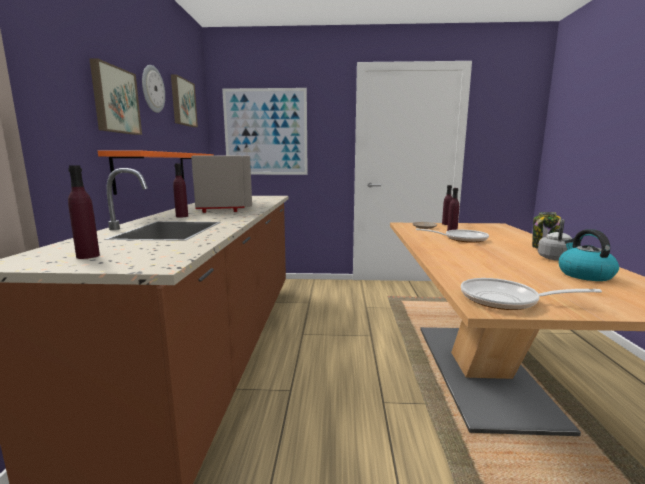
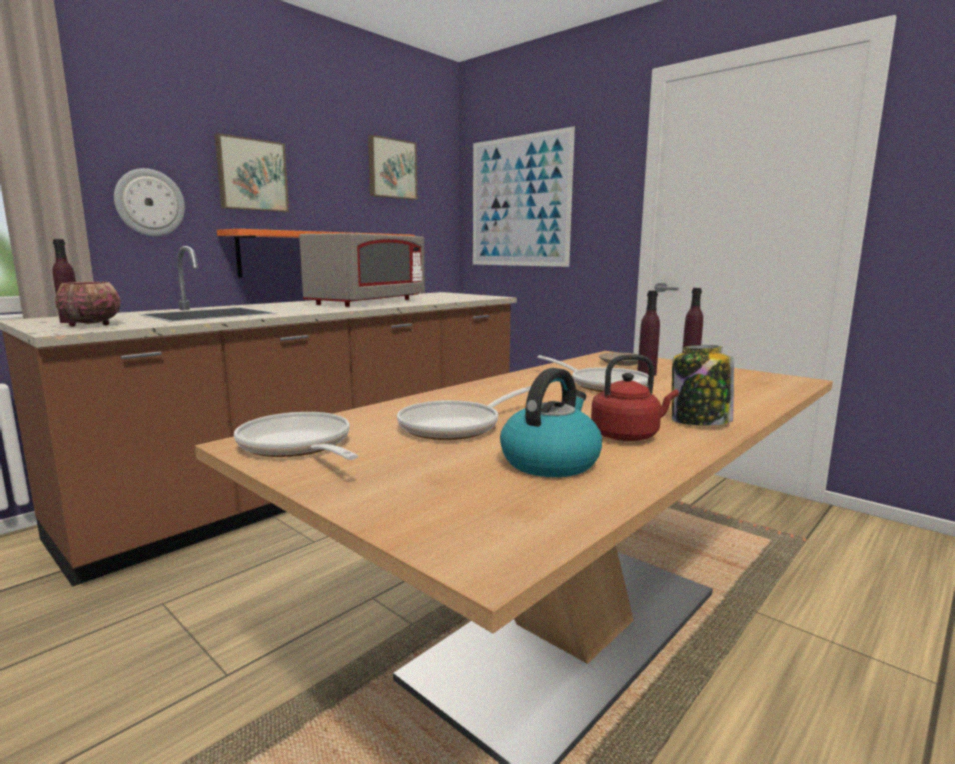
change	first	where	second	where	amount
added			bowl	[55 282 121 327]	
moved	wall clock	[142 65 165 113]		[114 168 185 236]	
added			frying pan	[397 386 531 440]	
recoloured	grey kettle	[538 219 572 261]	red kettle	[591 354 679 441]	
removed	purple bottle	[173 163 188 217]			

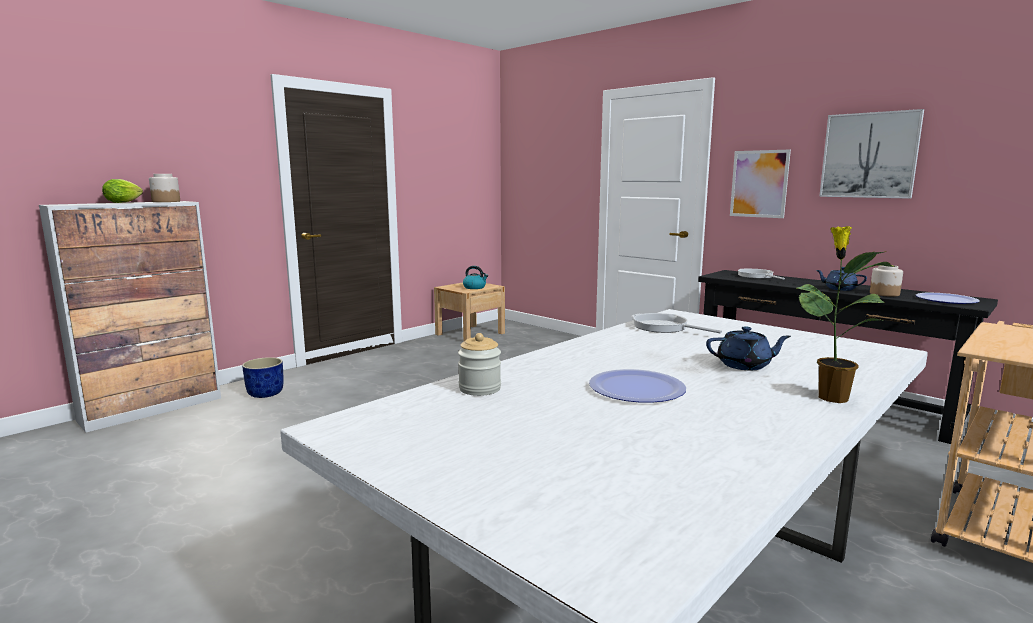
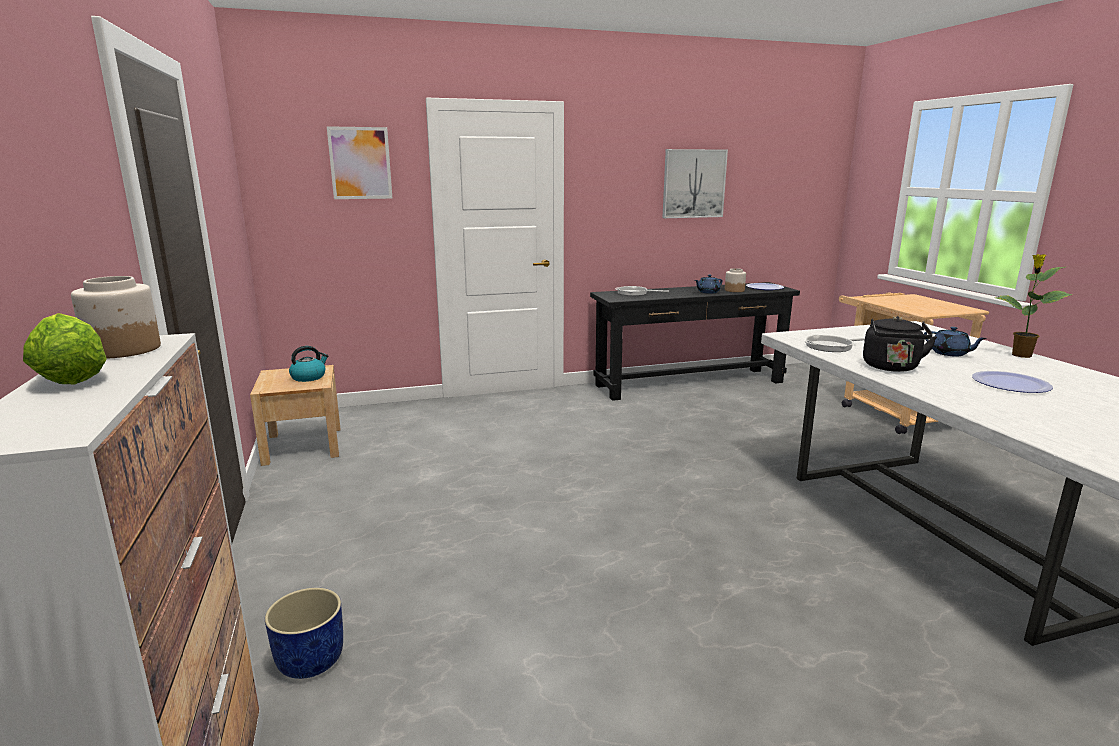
change	first	where	second	where	amount
moved	picture	[730 150 791 218]		[327 126 393 199]	
added			black kettle	[863 316 937 372]	
turned	blue teapot	[706 326 791 370]		[924 327 987 357]	105 degrees clockwise
removed	jar	[458 333 501 396]			

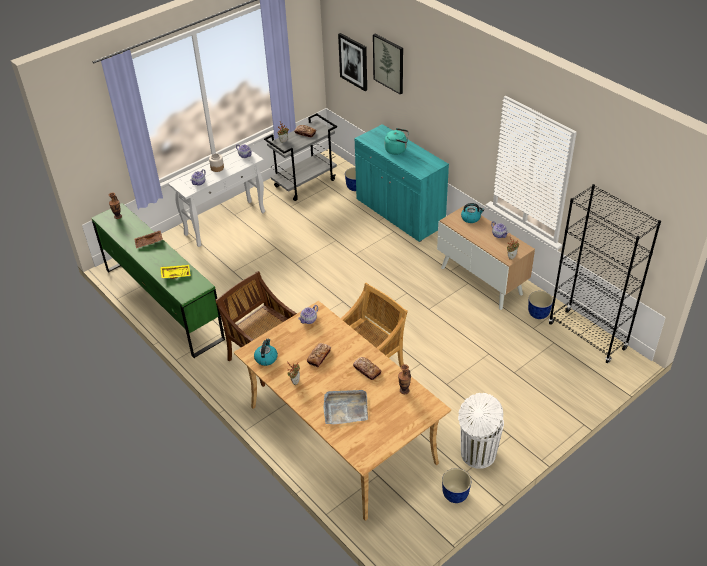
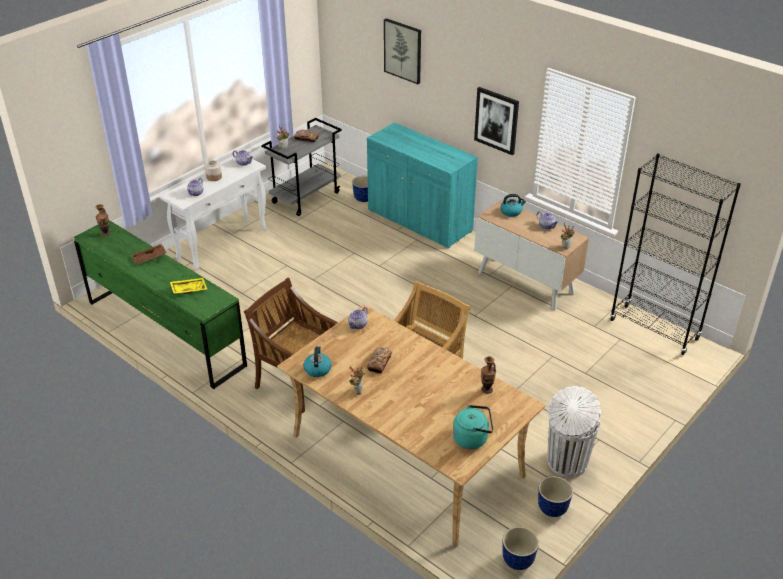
change	first	where	second	where	amount
moved	turquoise kettle	[385 128 409 155]		[453 405 493 449]	
moved	picture	[338 33 367 91]		[474 87 519 155]	
moved	planter	[528 291 553 319]		[503 527 539 570]	
removed	grey tray	[323 390 368 424]			
removed	bread	[353 357 381 380]			

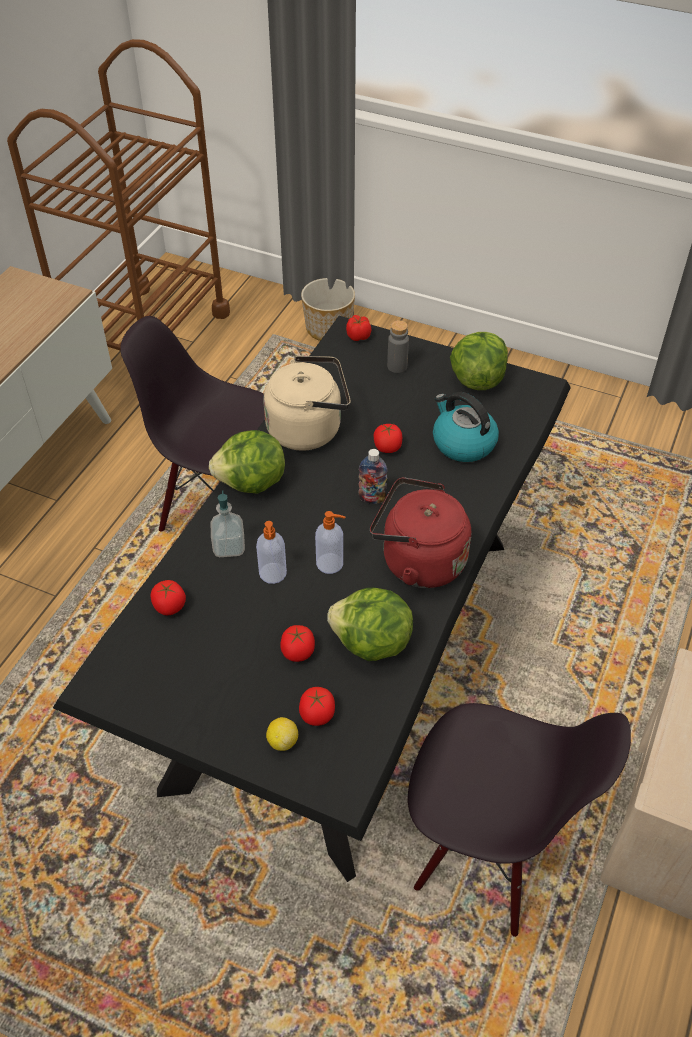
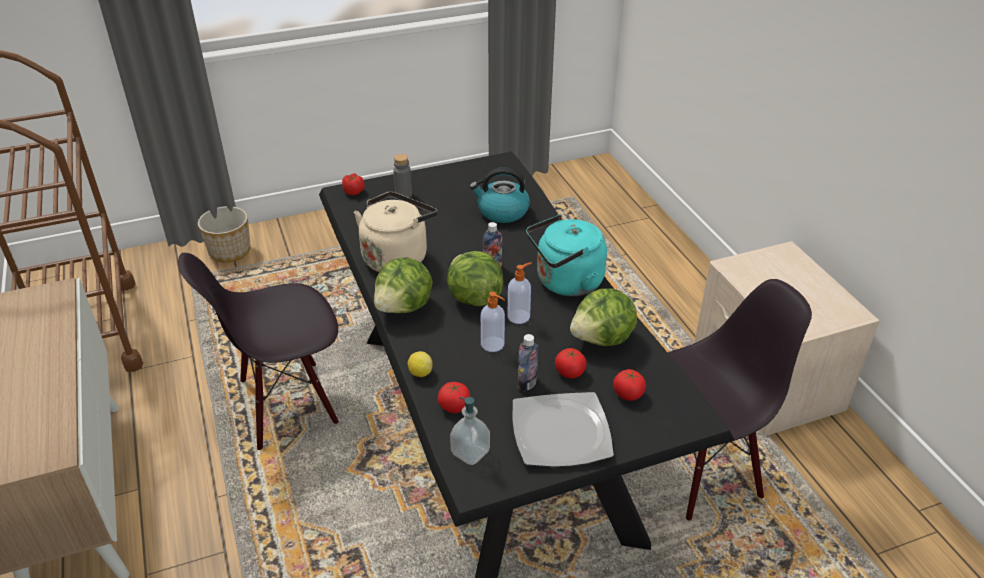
change	first	where	second	where	amount
moved	lemon	[266 717 298 751]		[408 351 433 377]	
moved	lettuce	[450 332 508 390]		[447 251 504 307]	
moved	soap dispenser	[211 490 245 557]		[450 397 490 465]	
added			plate	[513 392 614 467]	
added			bottle	[518 334 538 392]	
recoloured	red kettle	[370 477 471 588]	turquoise kettle	[526 215 607 296]	
removed	tomato	[374 424 402 453]			

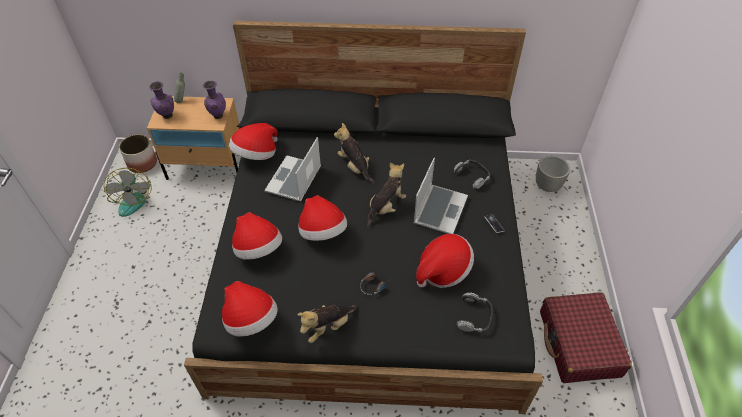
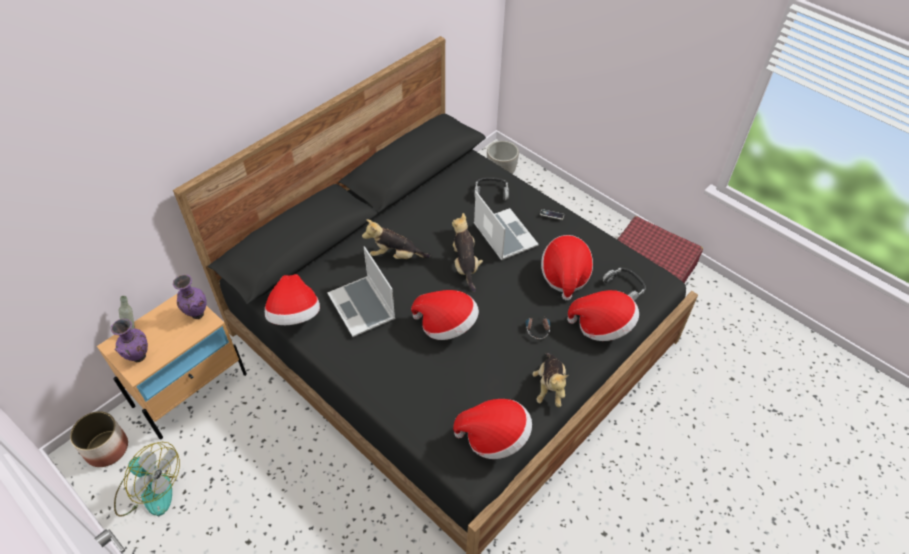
change	first	where	second	where	amount
moved	hat	[232 212 282 260]		[567 290 639 341]	

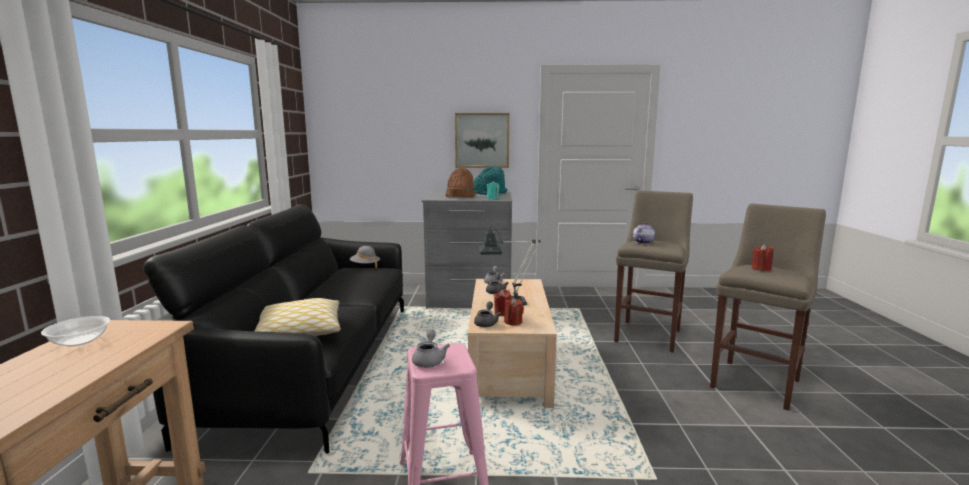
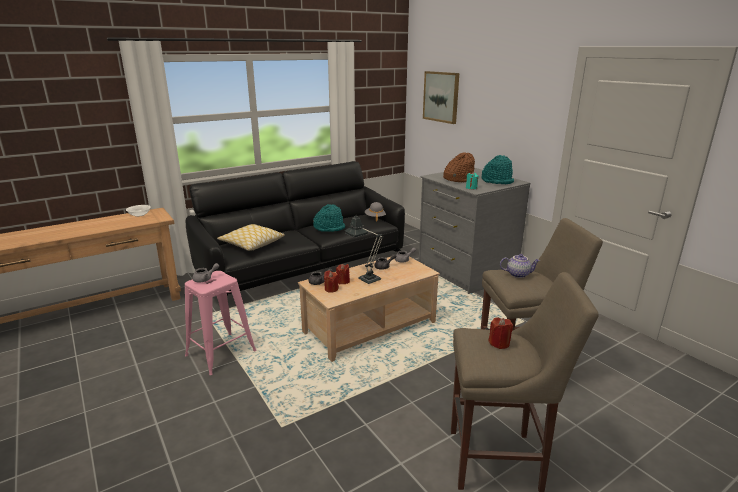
change	first	where	second	where	amount
added			turquoise hat	[313 204 345 232]	
moved	picture	[455 113 509 168]		[423 71 459 124]	

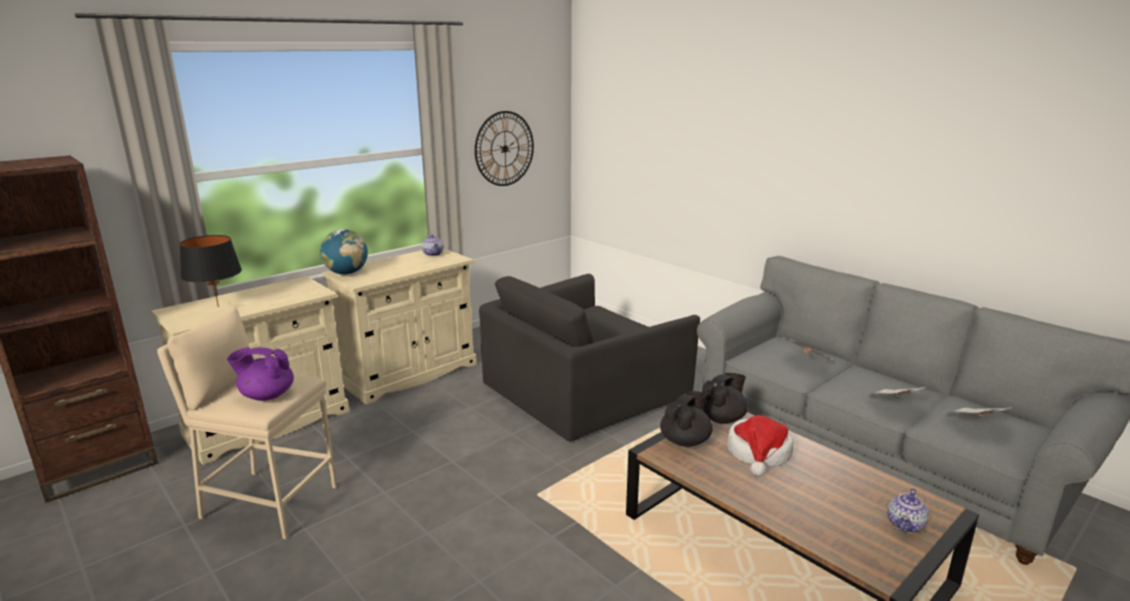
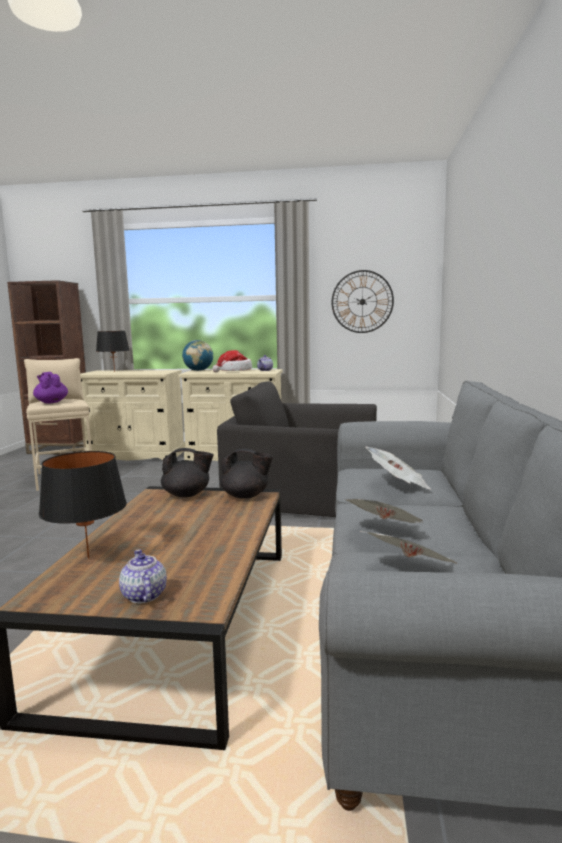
change	first	where	second	where	amount
added			black table lamp	[39 451 127 559]	
turned	teapot	[887 488 929 533]		[119 549 167 603]	75 degrees clockwise
moved	hat	[727 415 793 477]		[212 350 252 372]	

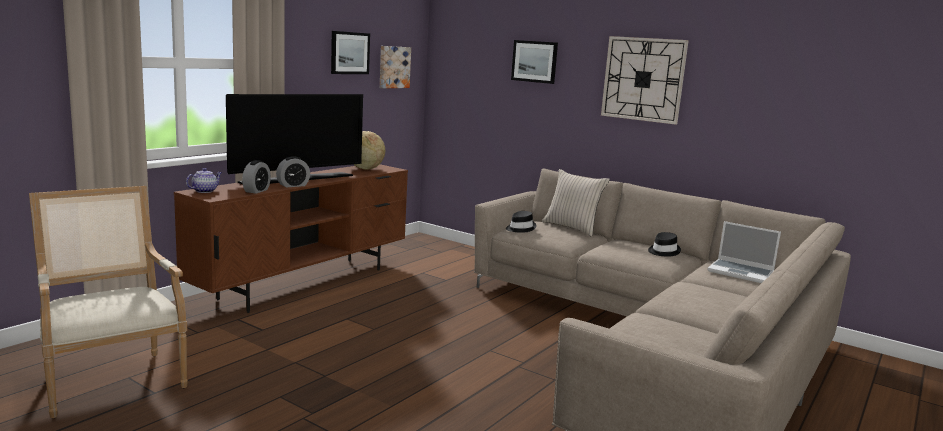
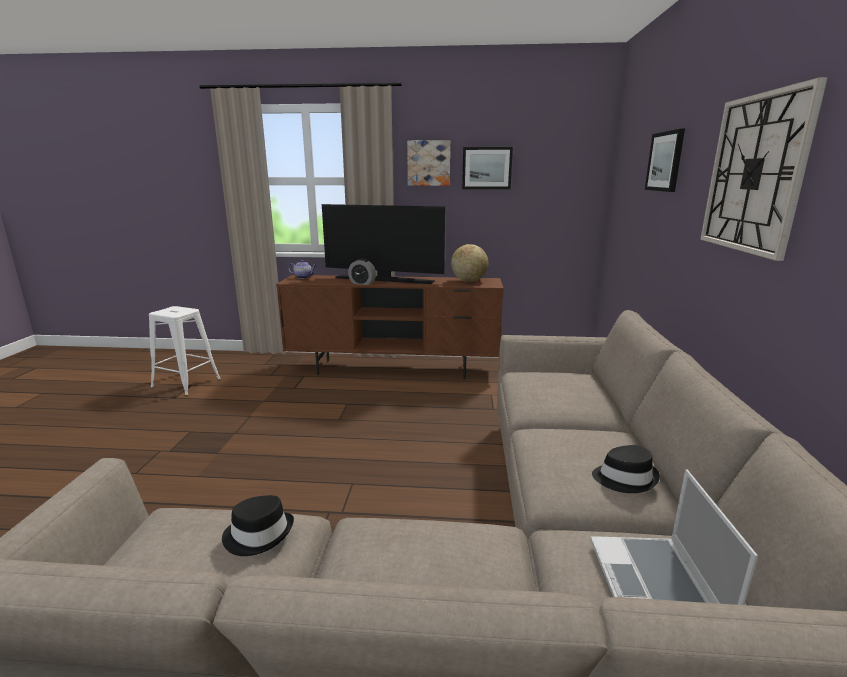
change	first	where	second	where	amount
replaced	armchair	[29 186 188 419]	white stool	[149 306 221 395]	
moved	black hat	[506 211 536 233]		[222 495 294 556]	
moved	picture	[380 46 411 88]		[407 140 450 186]	
removed	alarm clock	[242 160 271 194]			
removed	beige pillow	[542 169 610 236]			

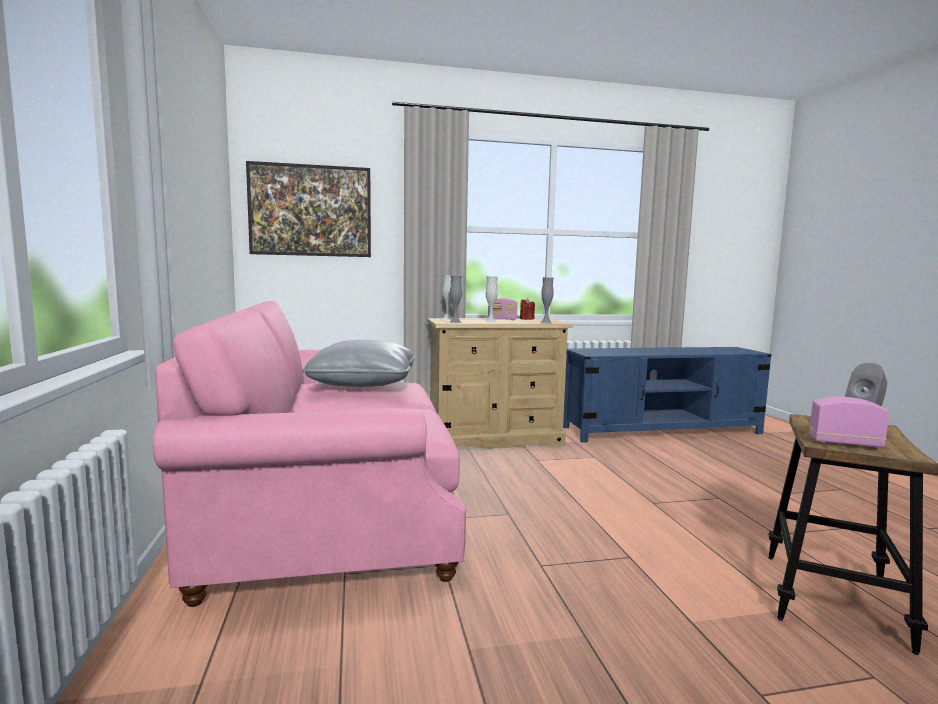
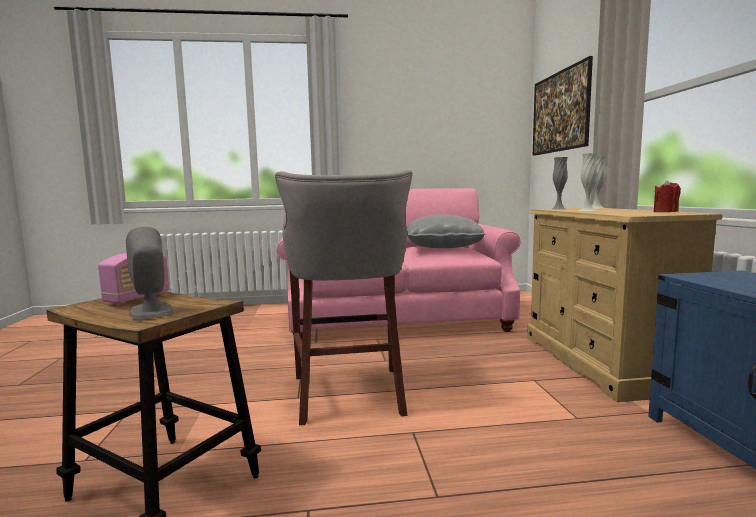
change	first	where	second	where	amount
added			grey stool	[275 170 413 425]	
removed	radio	[488 298 518 320]			
removed	grey vase	[540 277 554 324]			

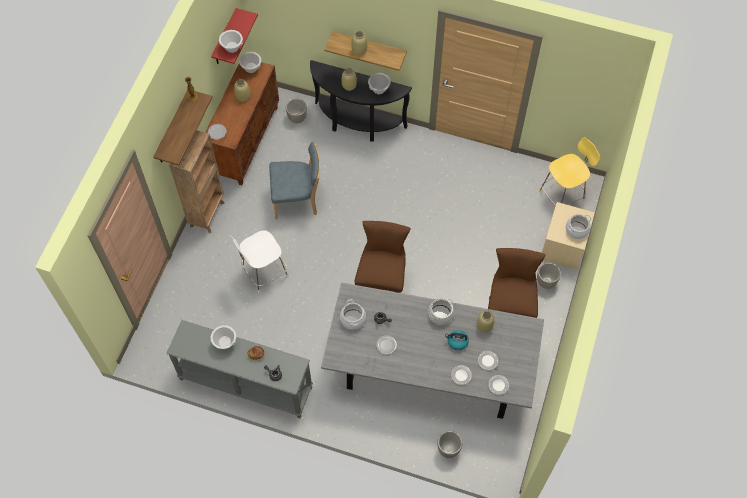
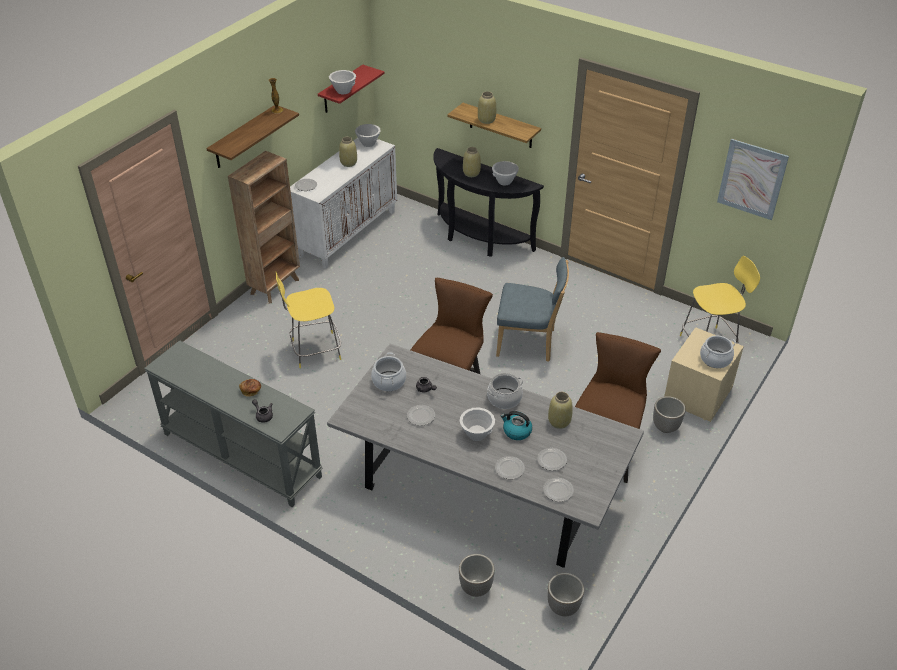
change	first	where	second	where	amount
recoloured	white stool	[231 230 288 292]	yellow stool	[275 271 341 368]	
recoloured	brown cabinet	[205 62 279 185]	white cabinet	[290 138 397 269]	
moved	white bowl	[211 325 236 349]		[460 408 495 441]	
moved	blue chair	[269 142 320 219]		[496 257 569 362]	
moved	planter	[286 99 307 123]		[547 573 584 616]	
added			picture	[717 139 789 220]	

